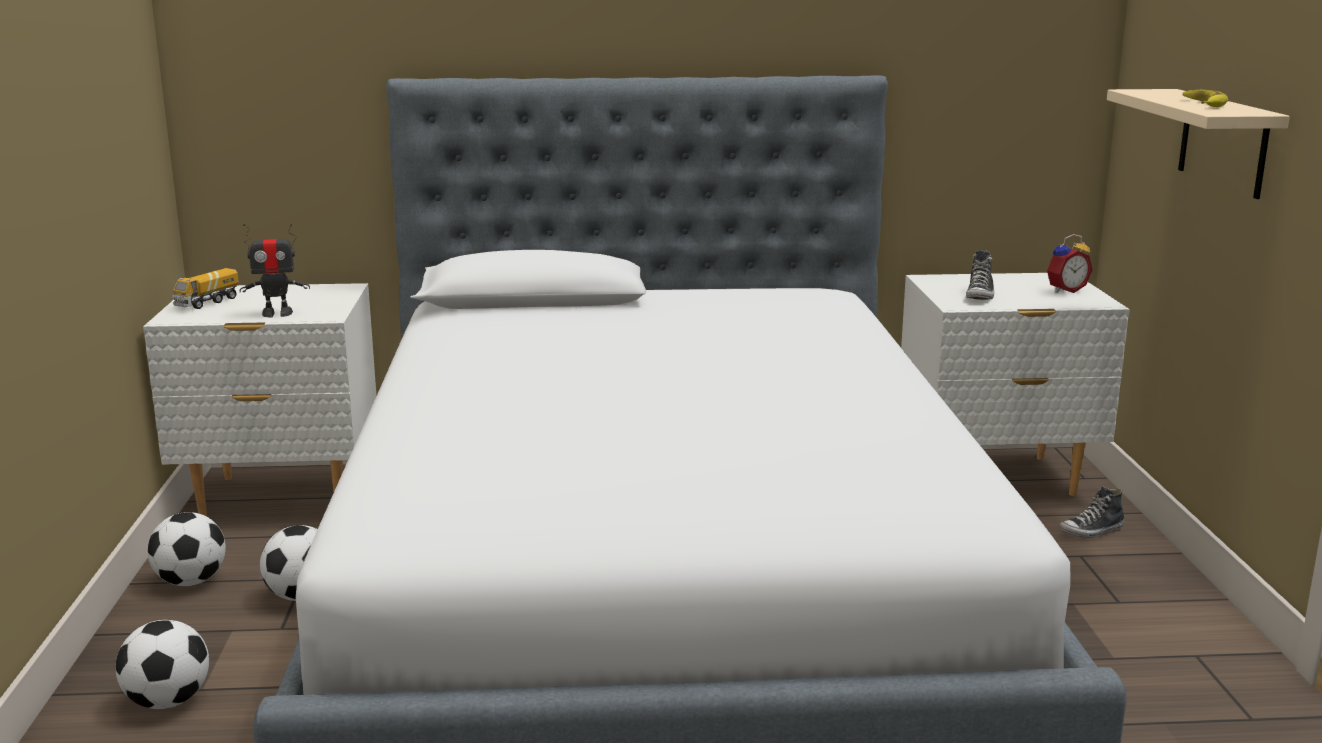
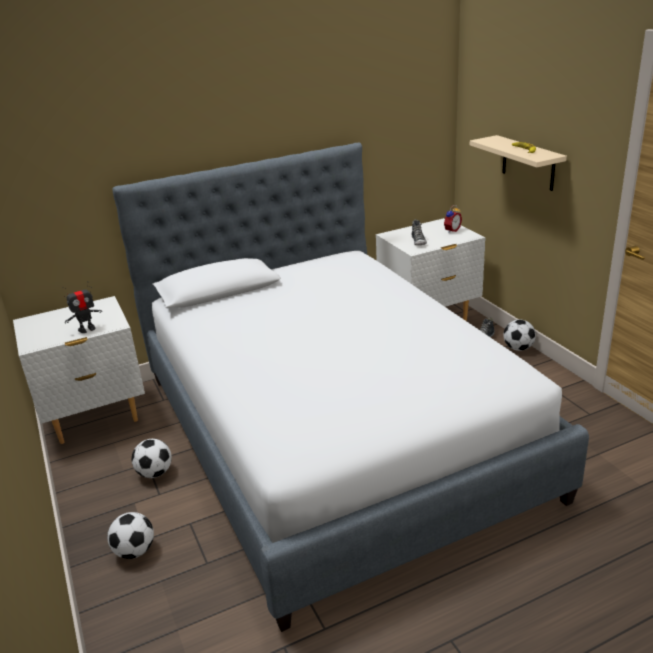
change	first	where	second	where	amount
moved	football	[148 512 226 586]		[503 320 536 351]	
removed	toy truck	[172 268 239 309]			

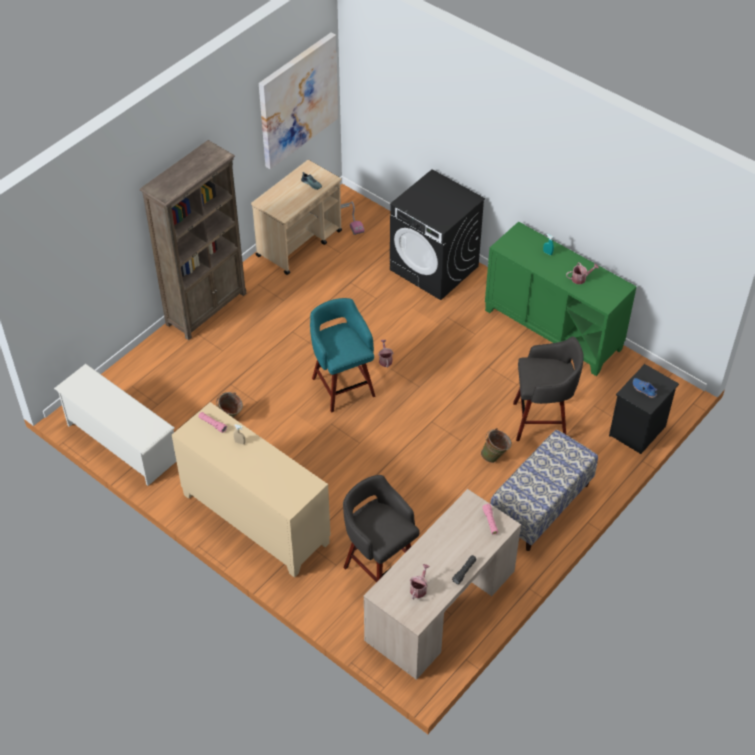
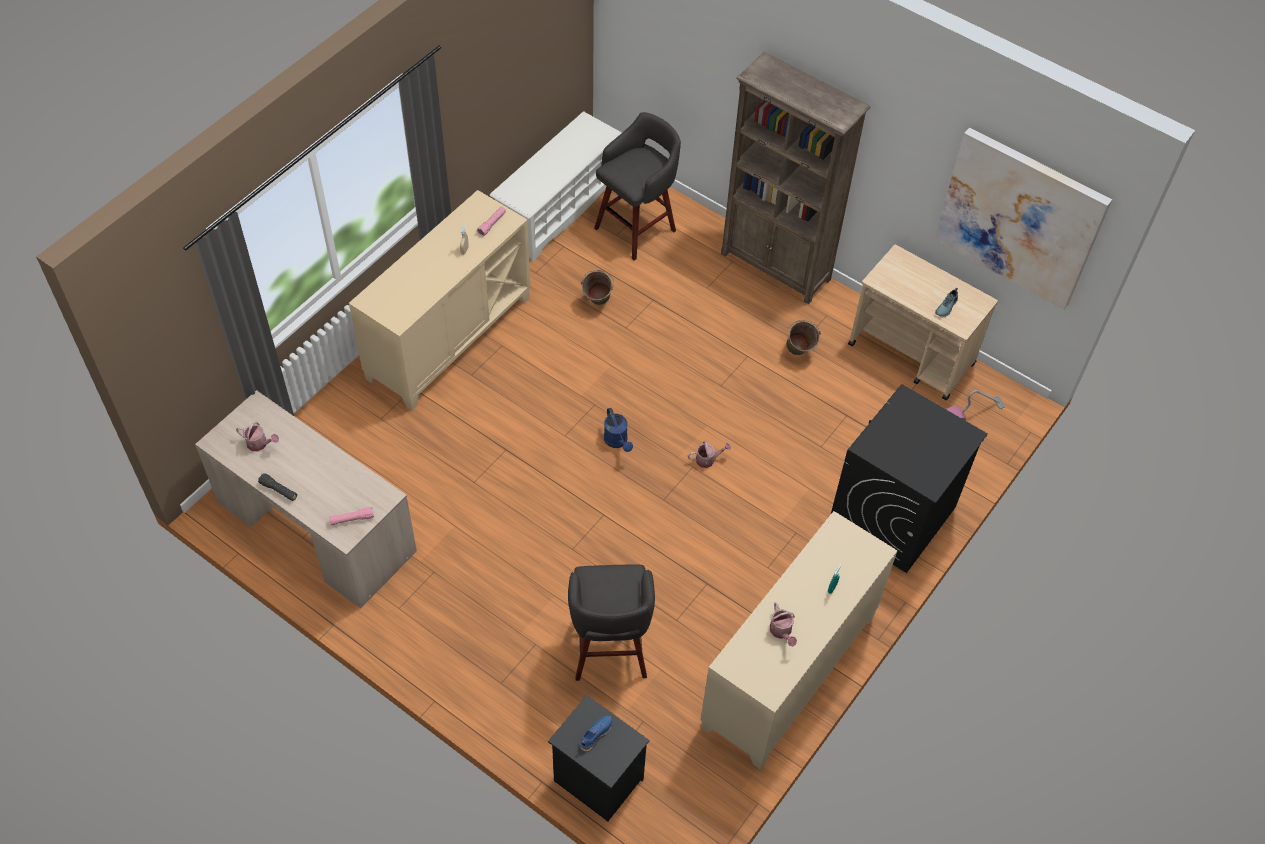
change	first	where	second	where	amount
moved	grey stool	[343 475 419 582]		[594 112 681 261]	
added			blue watering can	[604 408 633 452]	
recoloured	green cabinet	[485 221 637 376]	beige cabinet	[700 511 897 769]	
moved	green bucket	[481 428 512 463]		[786 320 821 355]	
removed	turquoise stool	[310 298 376 412]			
removed	bench	[490 430 598 551]			

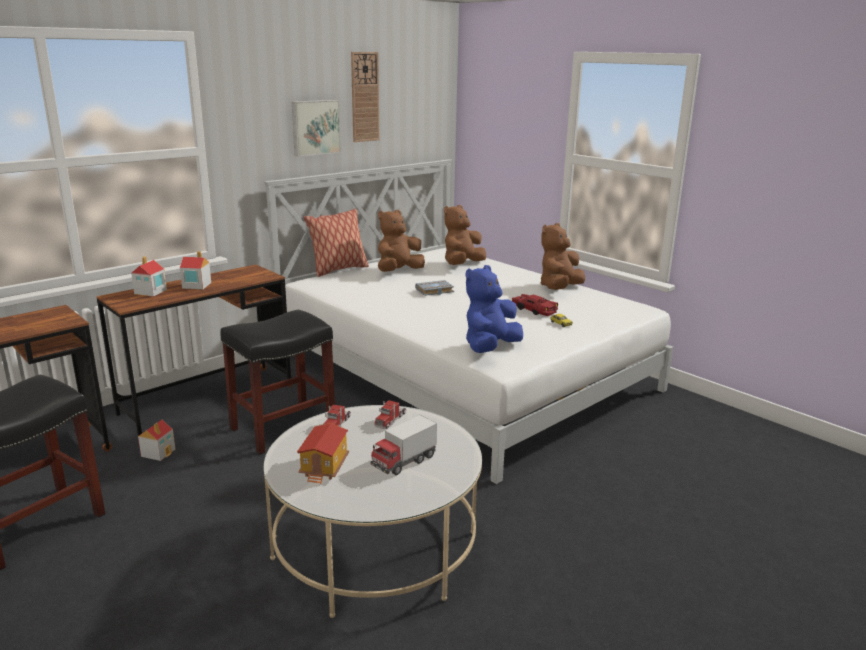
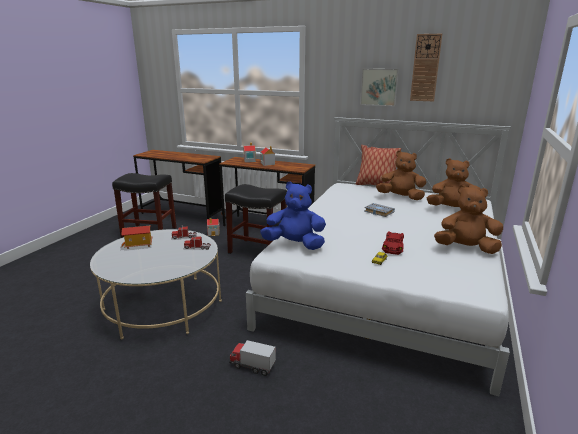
change	first	where	second	where	amount
moved	toy truck	[370 415 437 475]		[229 340 276 376]	

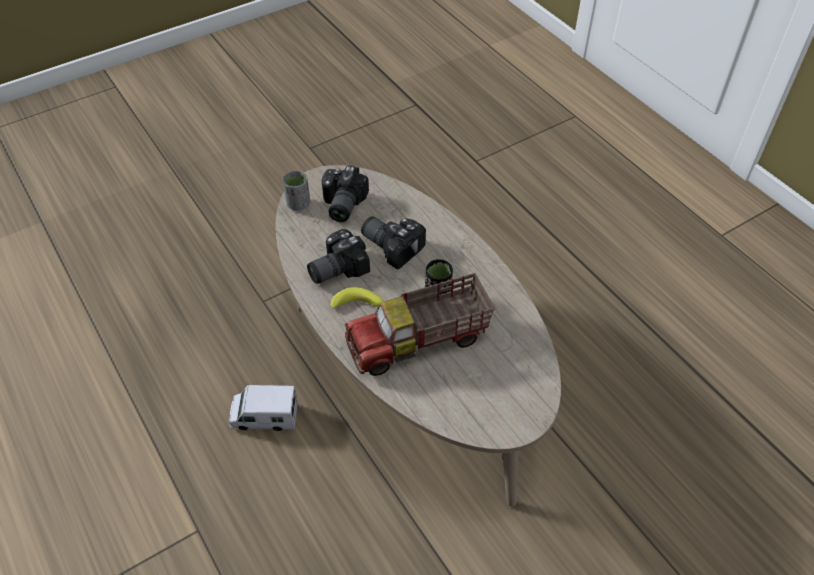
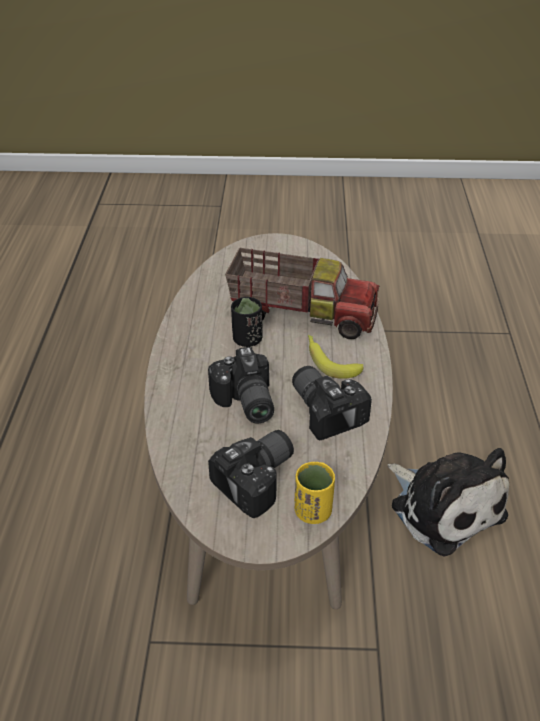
change	first	where	second	where	amount
turned	photo camera	[307 229 370 284]		[292 366 372 441]	120 degrees counterclockwise
recoloured	grey cup	[283 171 310 211]	yellow cup	[295 462 335 524]	
replaced	toy truck	[229 384 298 431]	plush toy	[388 448 509 556]	

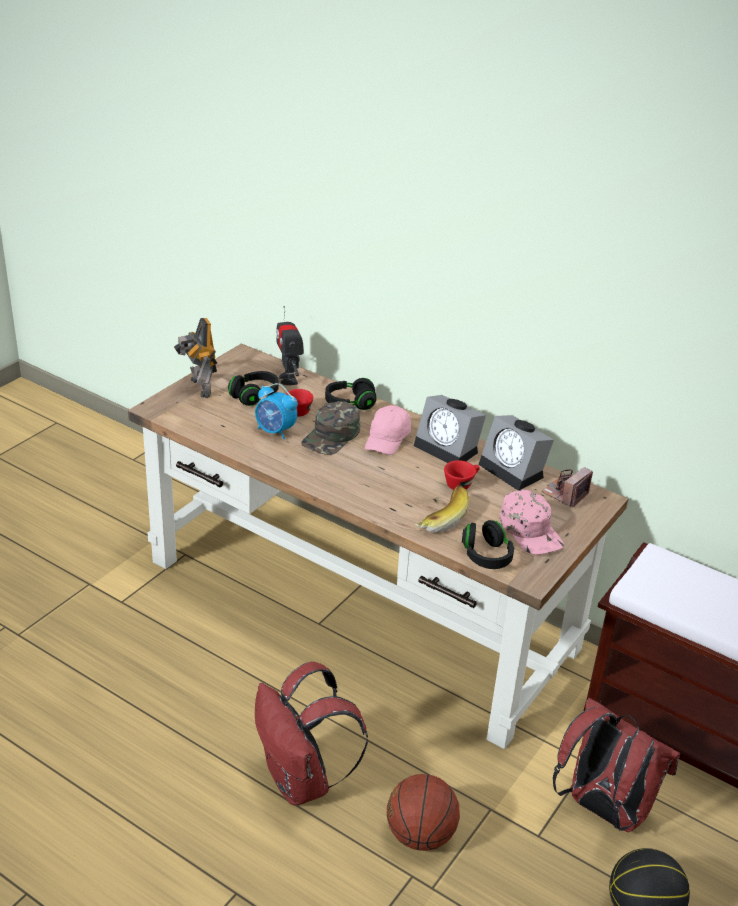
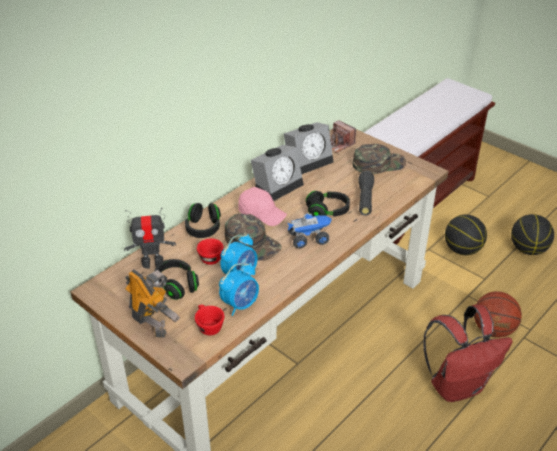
change	first	where	second	where	amount
turned	toy robot	[174 318 217 398]		[125 269 180 338]	120 degrees counterclockwise
moved	red cup	[444 460 480 490]		[195 304 224 335]	
added			alarm clock	[219 263 259 316]	
added			toy truck	[288 213 332 249]	
moved	black headphones	[462 520 514 569]		[306 191 350 216]	
recoloured	pink cap	[500 490 564 555]	green cap	[353 144 406 174]	
replaced	banana	[415 485 469 533]	black flashlight	[358 171 374 216]	
replaced	red backpack	[553 698 680 832]	basketball	[445 215 487 255]	

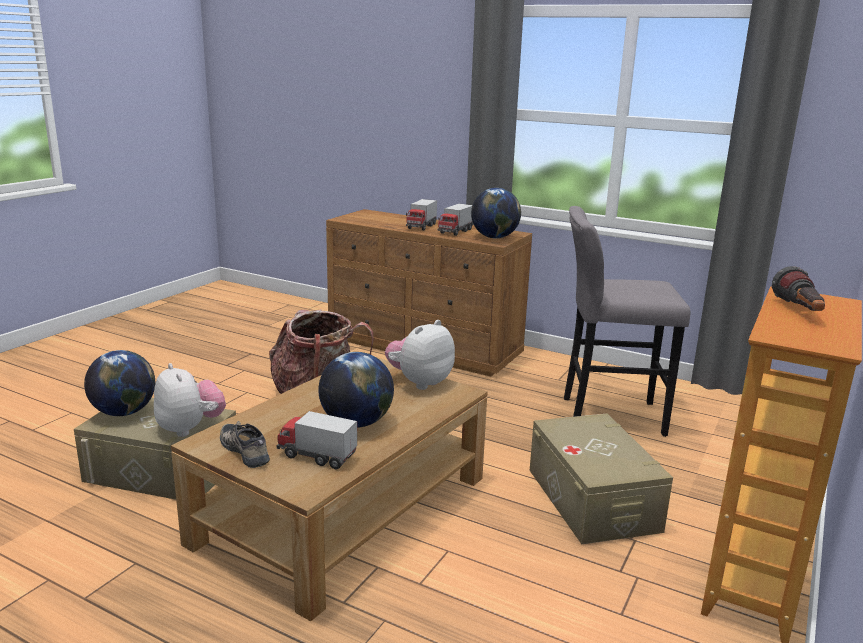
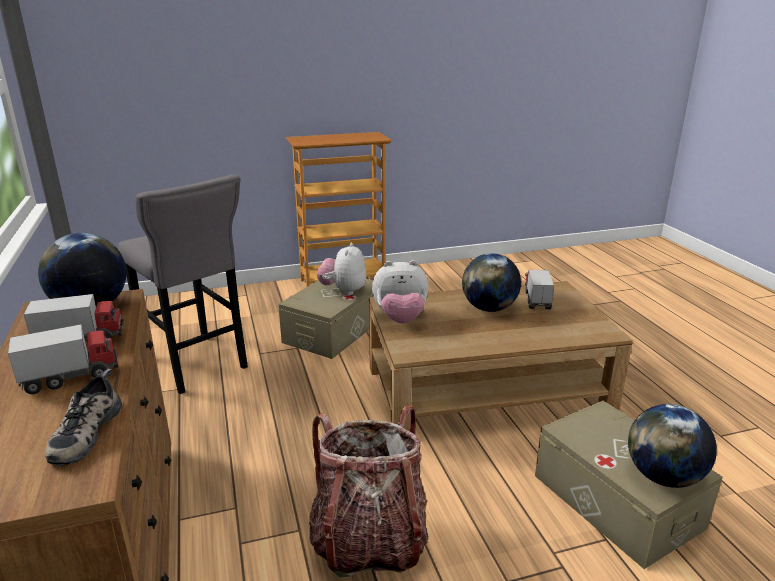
change	first	where	second	where	amount
moved	shoe	[220 421 270 468]		[45 369 122 466]	
moved	plush toy	[154 363 226 437]		[317 243 366 295]	
turned	toy truck	[277 411 357 469]		[525 270 554 309]	150 degrees counterclockwise
removed	flashlight	[772 266 825 311]			

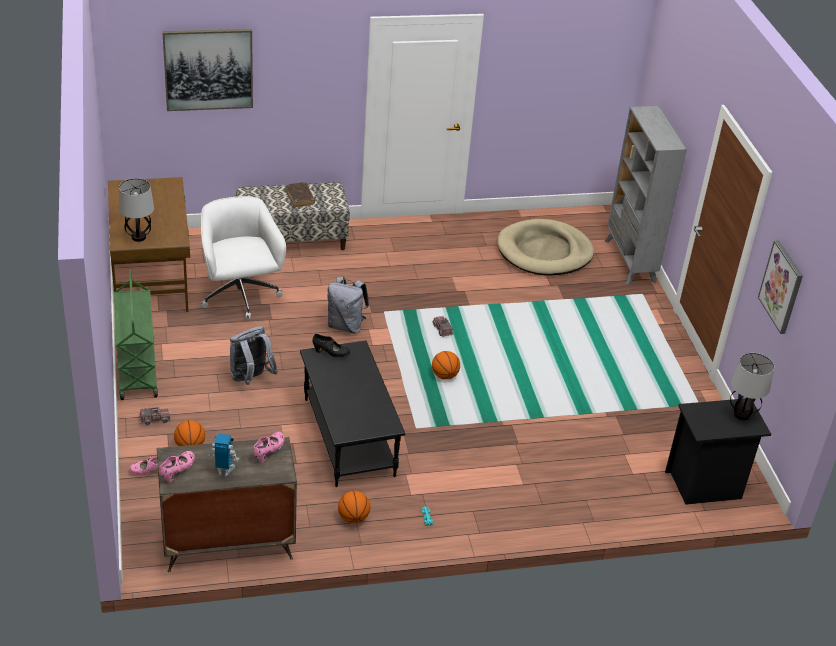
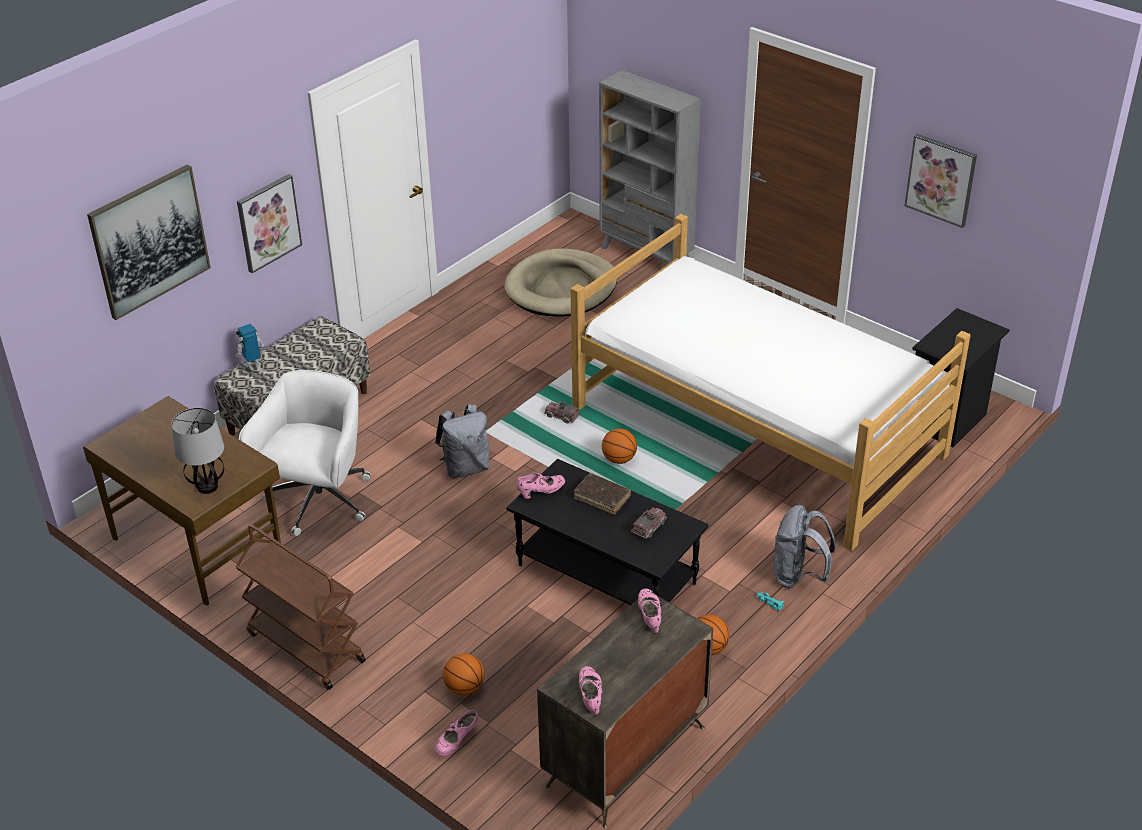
change	first	where	second	where	amount
moved	toy robot	[209 433 239 476]		[235 324 264 370]	
recoloured	green cart	[114 269 158 400]	brown cart	[236 525 366 690]	
added			picture	[237 174 302 273]	
turned	white office chair	[201 196 286 319]		[239 370 371 536]	75 degrees clockwise
recoloured	black shoe	[312 334 350 357]	pink shoe	[516 473 565 499]	
added			bed	[571 214 971 551]	
moved	brown book	[286 182 315 208]		[573 473 631 515]	
moved	toy truck	[139 407 171 425]		[631 507 667 539]	
moved	grey backpack	[230 326 278 385]		[774 505 836 588]	
removed	table lamp	[730 353 774 420]			

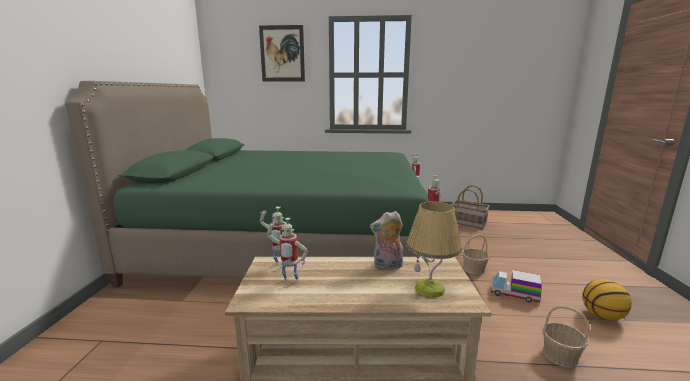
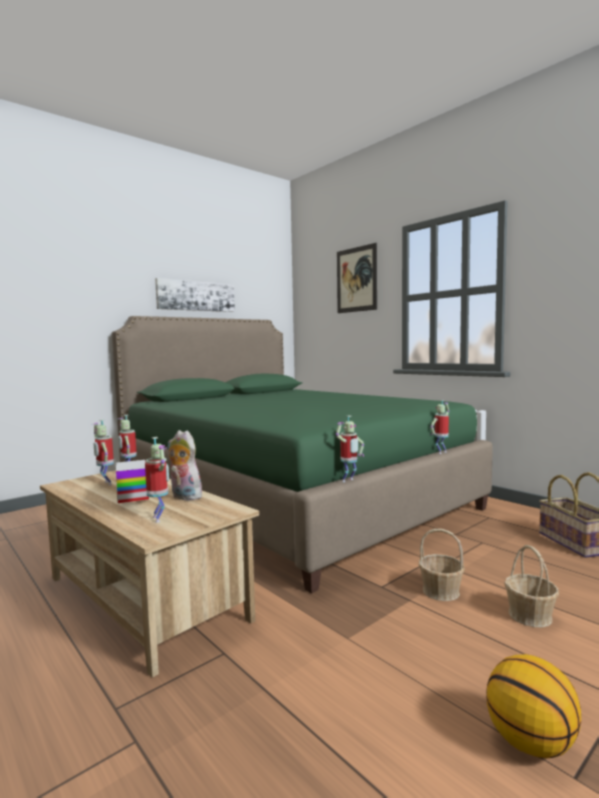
change	first	where	second	where	amount
moved	toy truck	[491 270 542 302]		[116 460 149 503]	
replaced	table lamp	[406 201 462 298]	toy robot	[145 437 169 523]	
added			picture	[155 278 235 312]	
moved	basket	[542 306 589 368]		[504 545 559 627]	

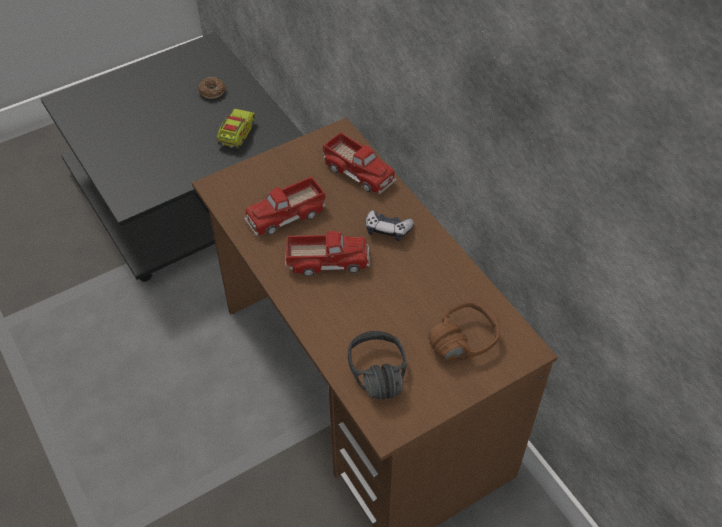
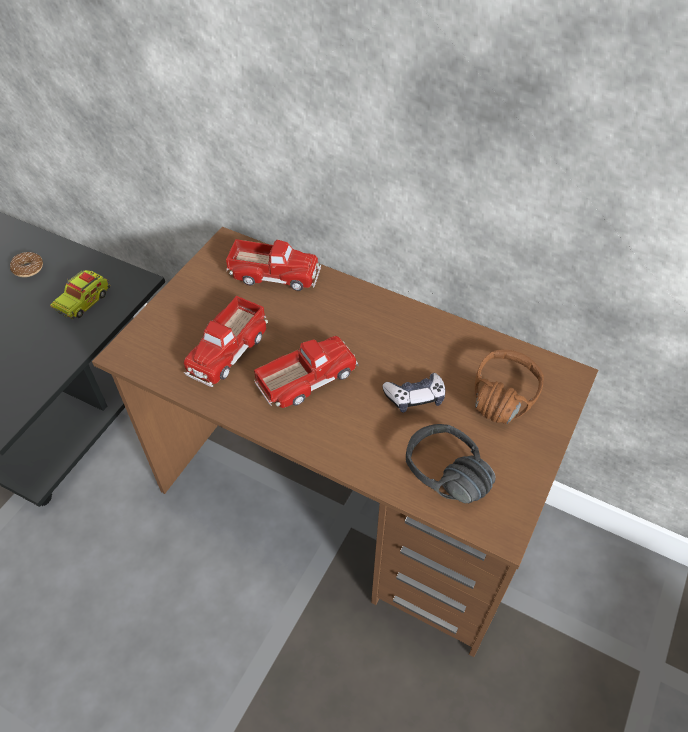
change	first	where	second	where	amount
turned	toy truck	[217 109 255 149]		[50 270 110 319]	135 degrees counterclockwise
moved	game controller	[366 210 414 241]		[382 373 445 413]	

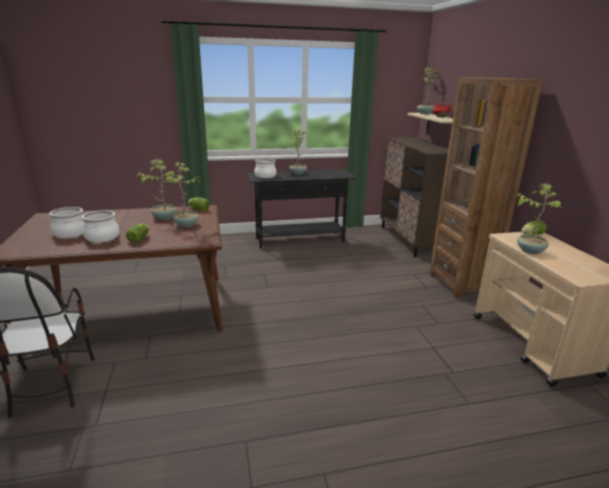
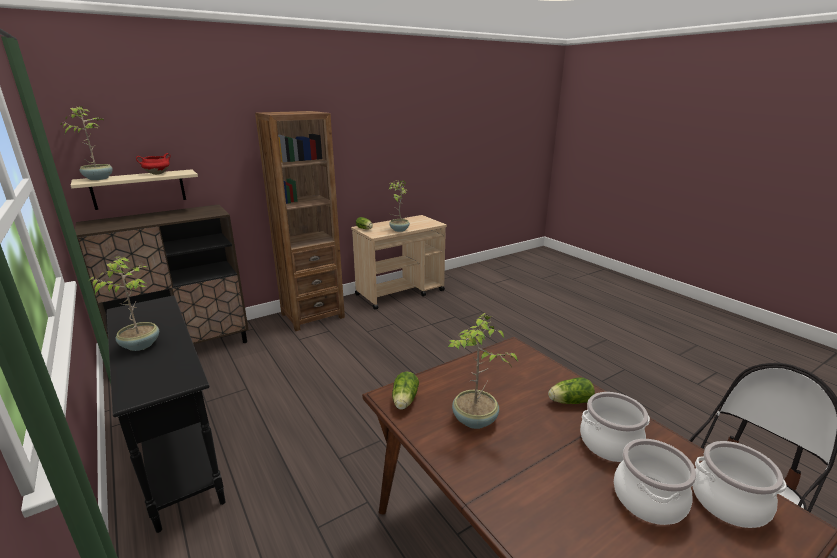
change	first	where	second	where	amount
moved	cooking pot	[254 159 276 178]		[693 441 787 528]	
removed	potted plant	[165 162 204 227]			

